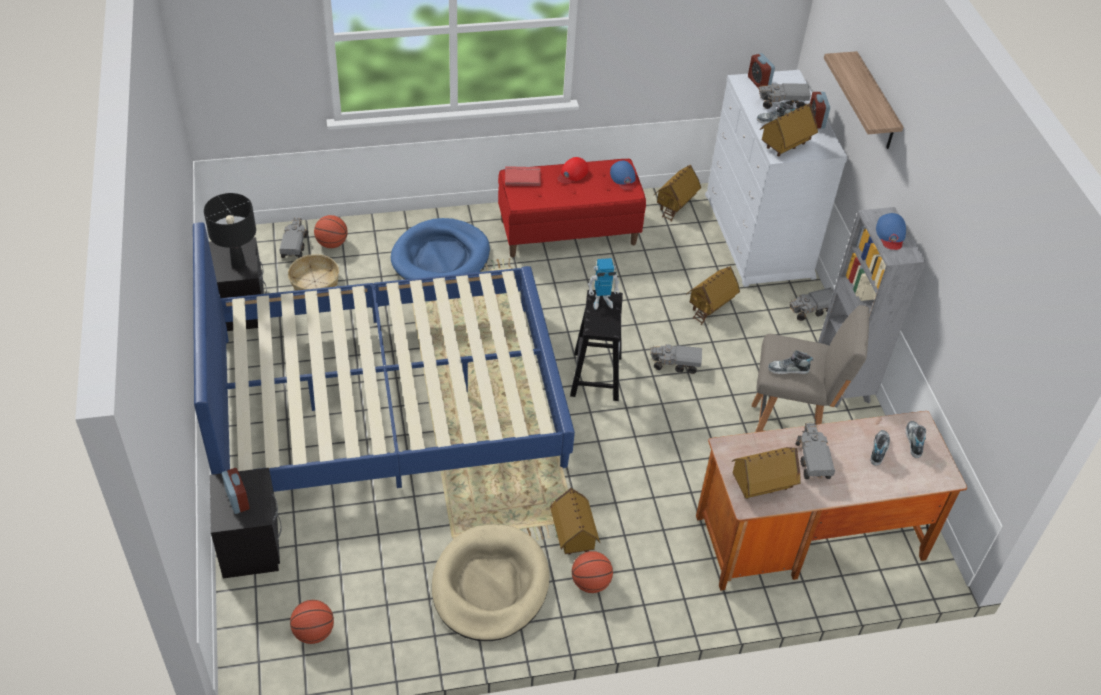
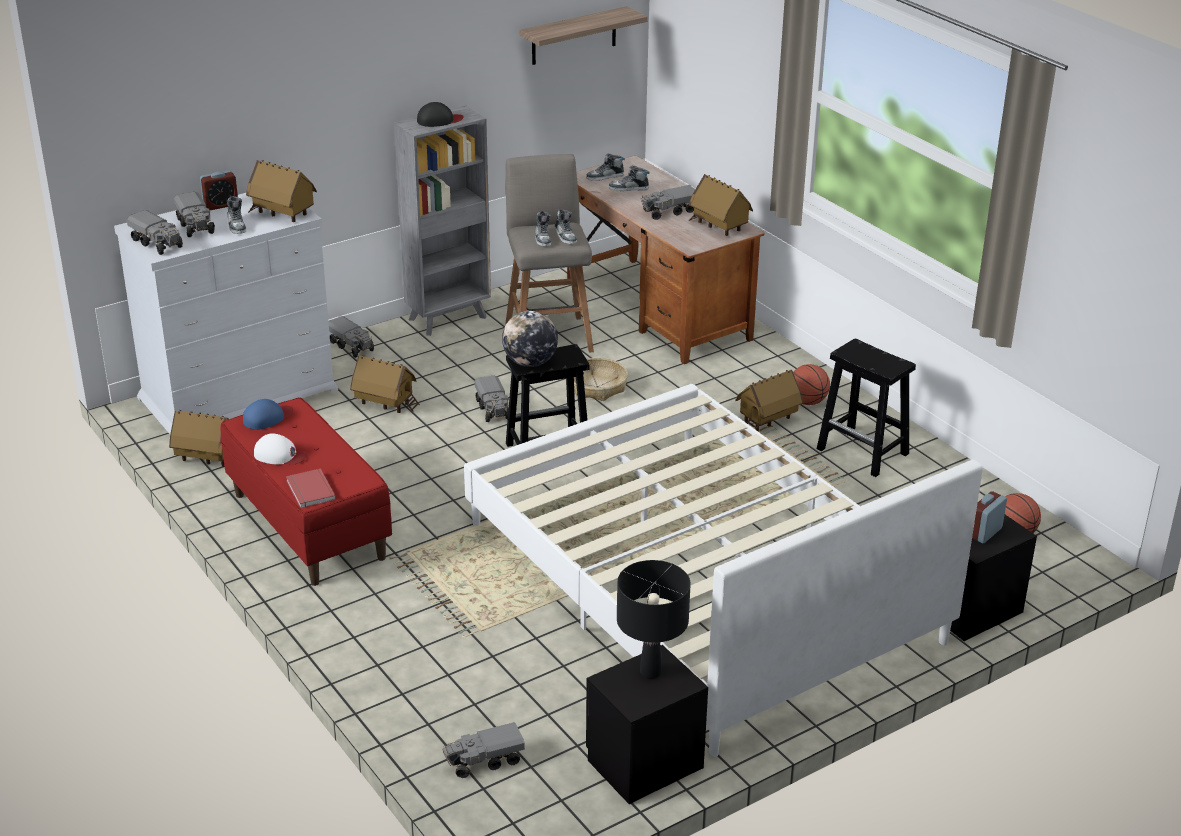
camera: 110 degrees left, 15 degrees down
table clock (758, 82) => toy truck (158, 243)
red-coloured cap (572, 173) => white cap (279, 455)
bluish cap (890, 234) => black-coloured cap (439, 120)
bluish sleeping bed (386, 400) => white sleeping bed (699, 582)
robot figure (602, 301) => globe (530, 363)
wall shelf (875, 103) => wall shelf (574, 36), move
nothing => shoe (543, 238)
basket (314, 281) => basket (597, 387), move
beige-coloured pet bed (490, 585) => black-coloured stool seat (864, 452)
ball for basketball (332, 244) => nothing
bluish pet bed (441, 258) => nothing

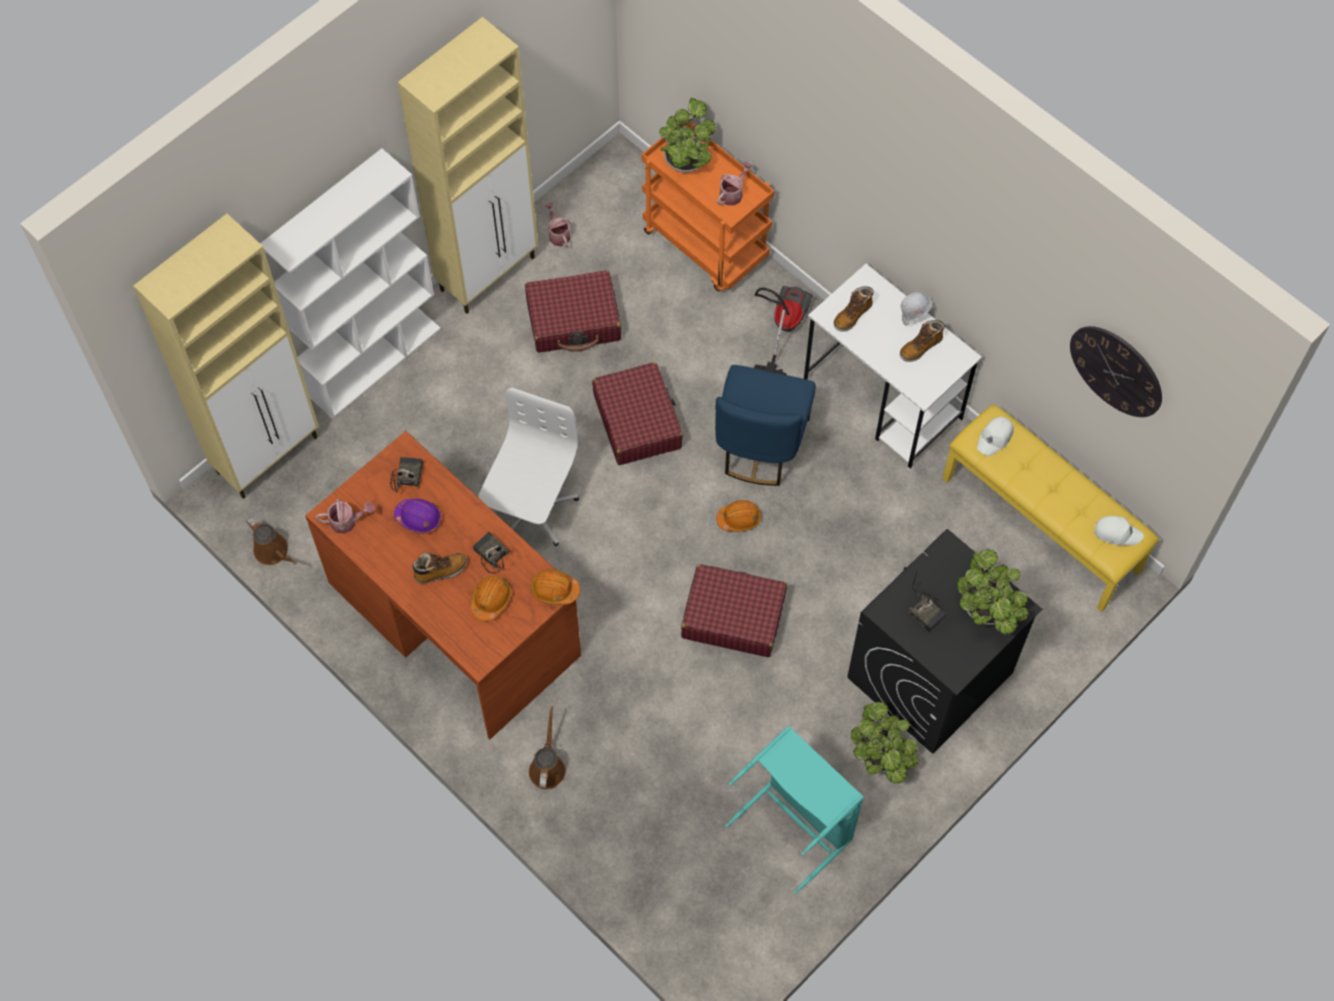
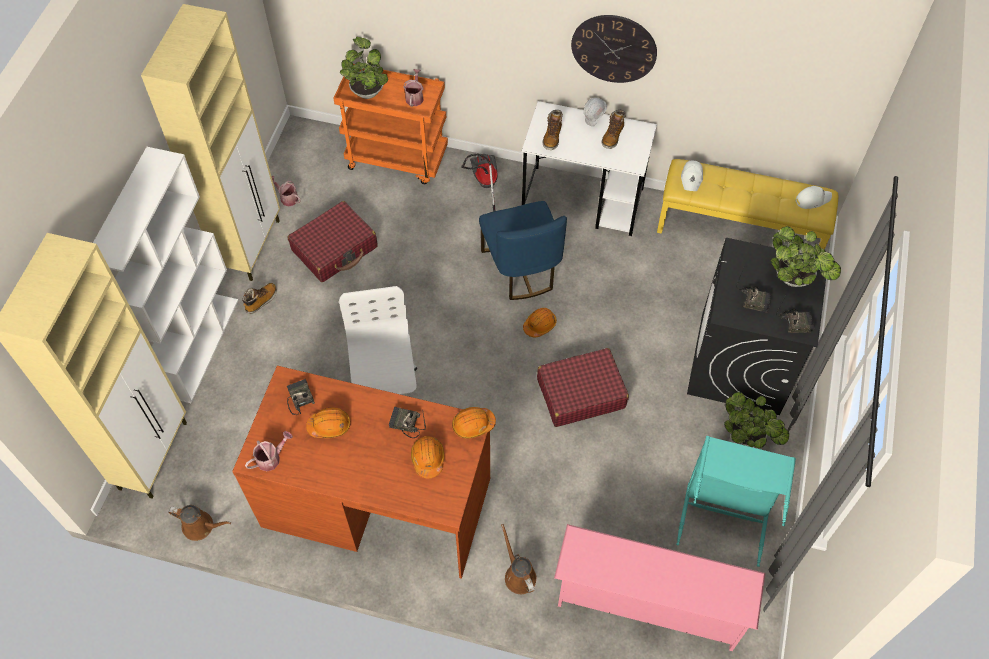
camera: 30 degrees left, 5 degrees down
boot (440, 571) => boot (261, 301), move
purplish safety helmet (419, 518) => orange safety helmet (329, 426)
nothing => pinkish shoe stand (647, 604)
hanging clock (1116, 371) => hanging clock (614, 48), move
nothing => radio (796, 322)
red-coloured suitcase (637, 420) => nothing

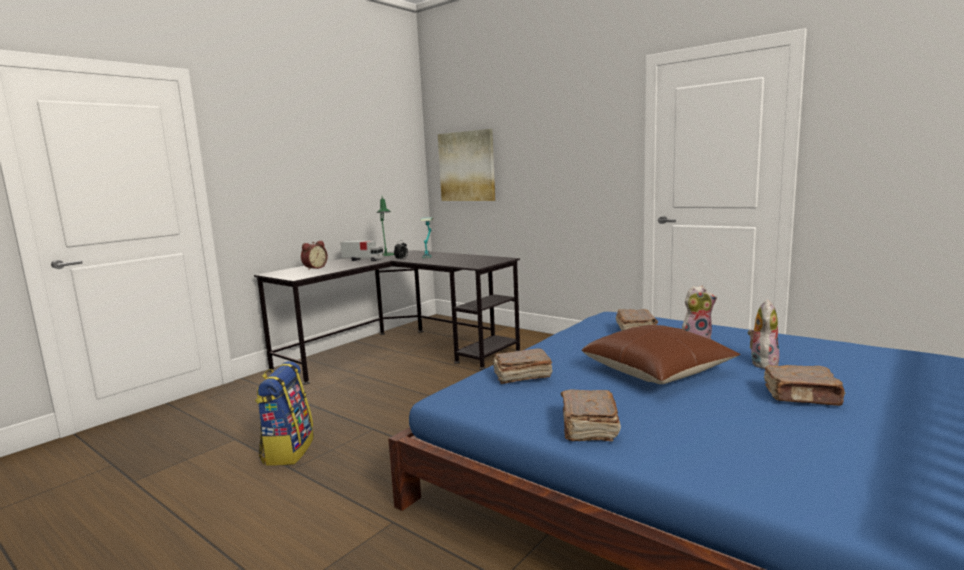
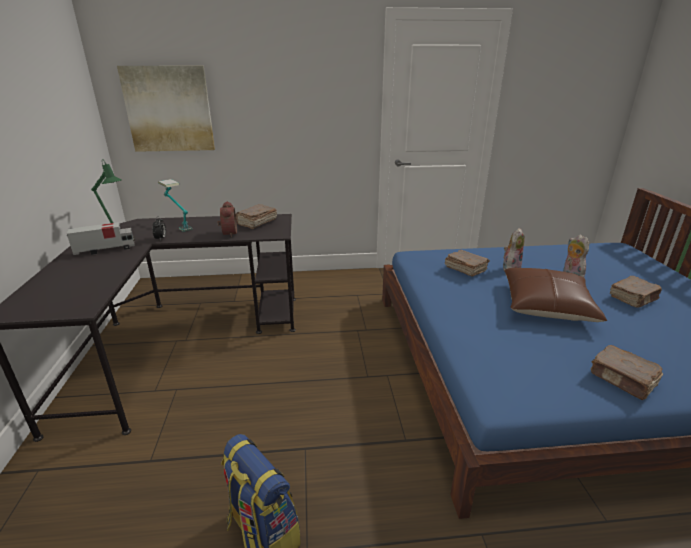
camera: 45 degrees left, 15 degrees up
table clock (314, 268) => table clock (228, 233), move
brownish book (521, 376) => brownish book (256, 222), move

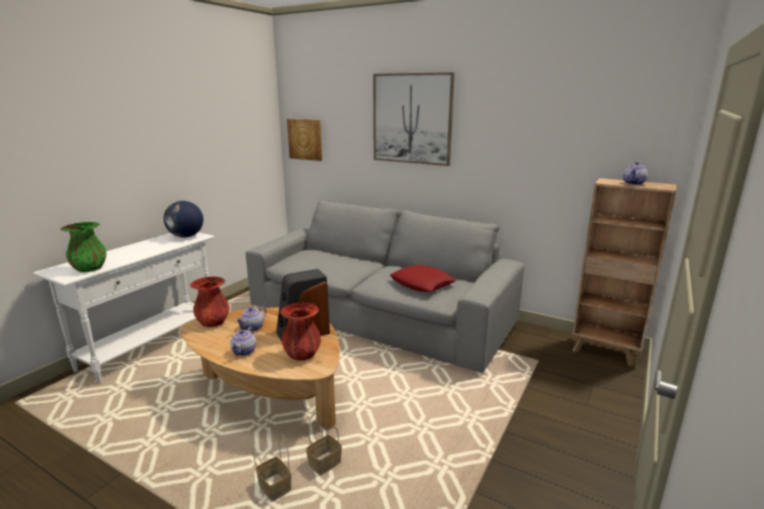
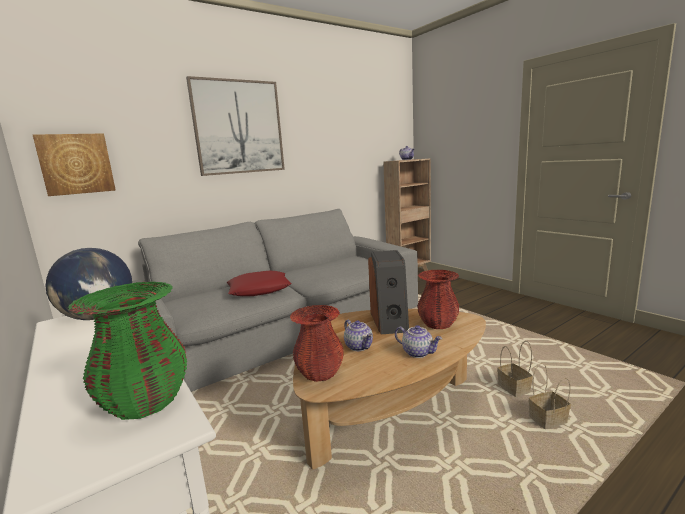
camera: 65 degrees left, 5 degrees down
red-coloured pillow (422, 284) => red-coloured pillow (259, 289), move

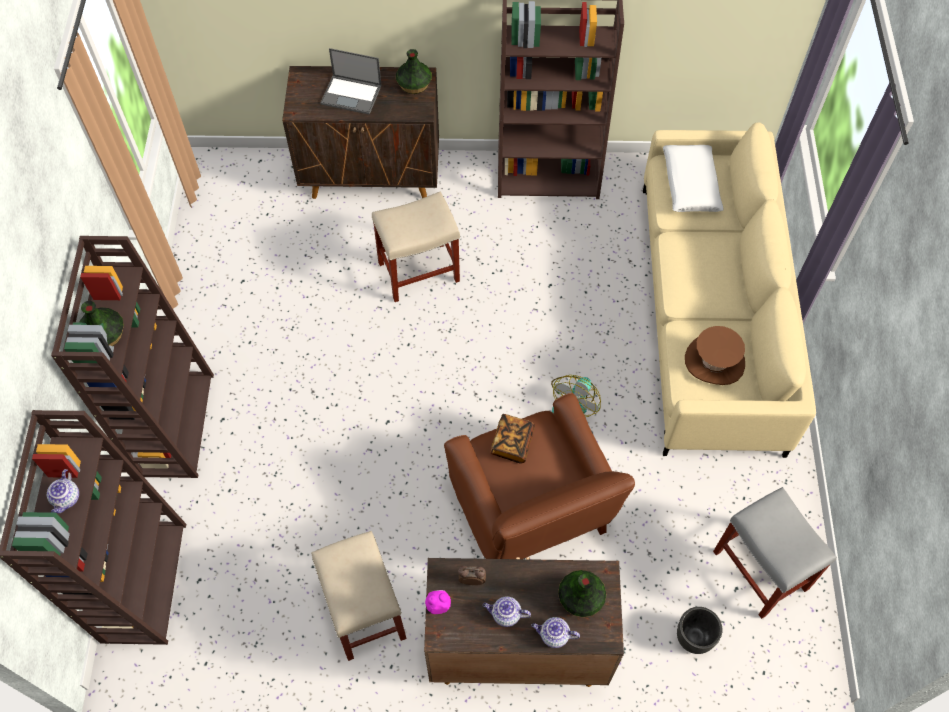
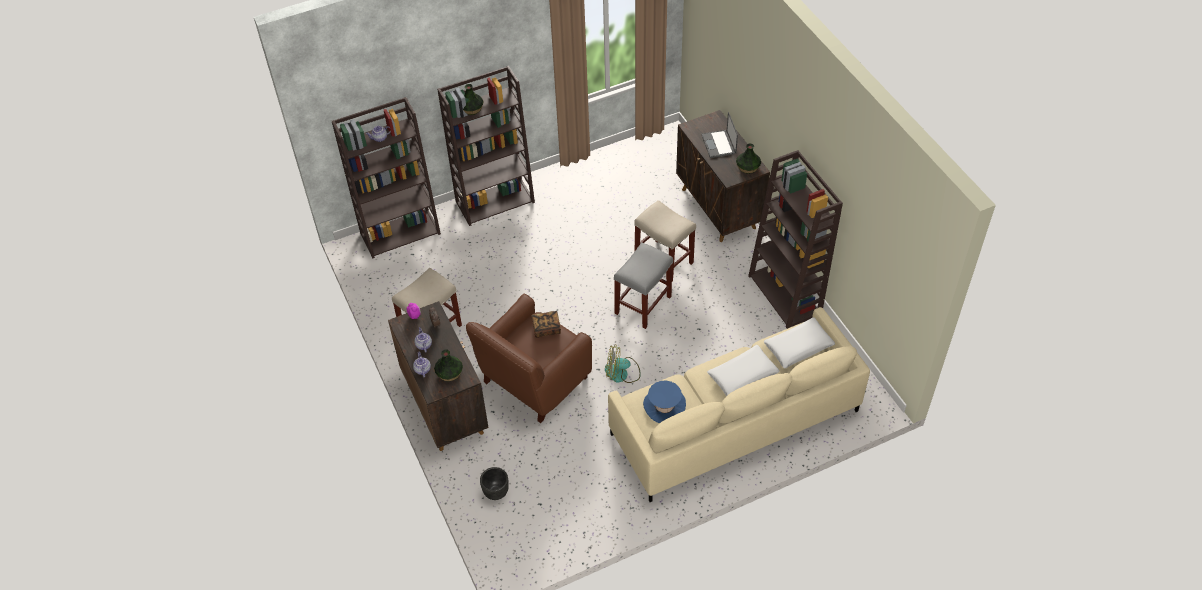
camera: 65 degrees right, 10 degrees down
grey stool seat (759, 569) => grey stool seat (643, 304), move
brownish hat (714, 361) => bluish hat (664, 406)
nothing => white pillow (742, 376)

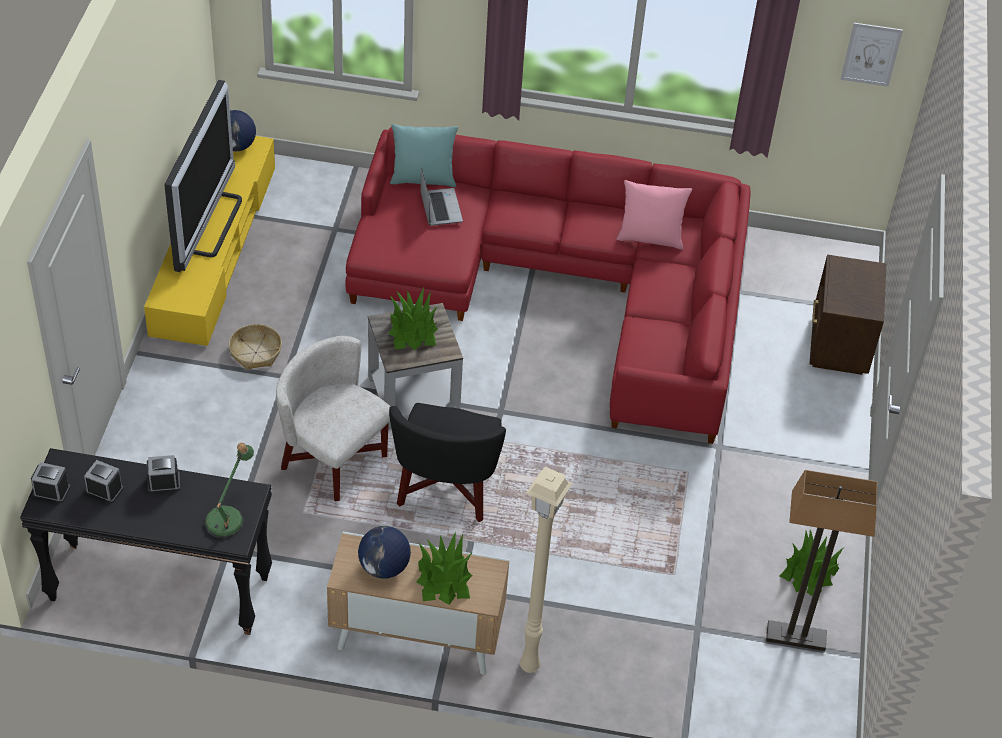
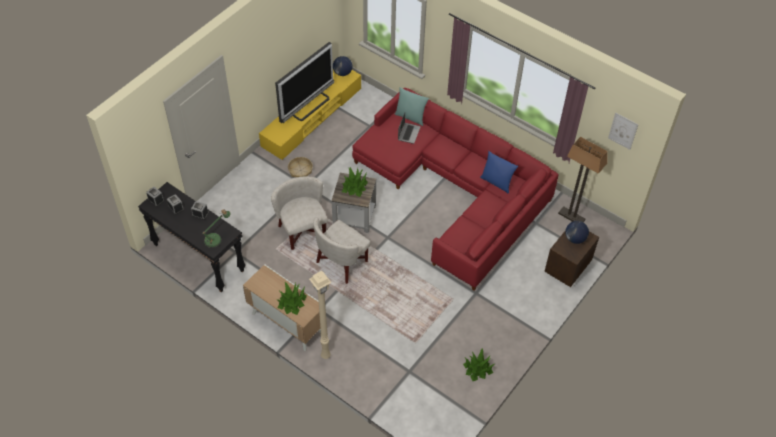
camera: 30 degrees right, 5 degrees up
black-coloured armchair (446, 487) => white armchair (342, 262)
pinkish pillow (650, 238) => bluish pillow (496, 182)
floor lamp (796, 636) => floor lamp (571, 216), move
globe (384, 567) => globe (575, 239), move

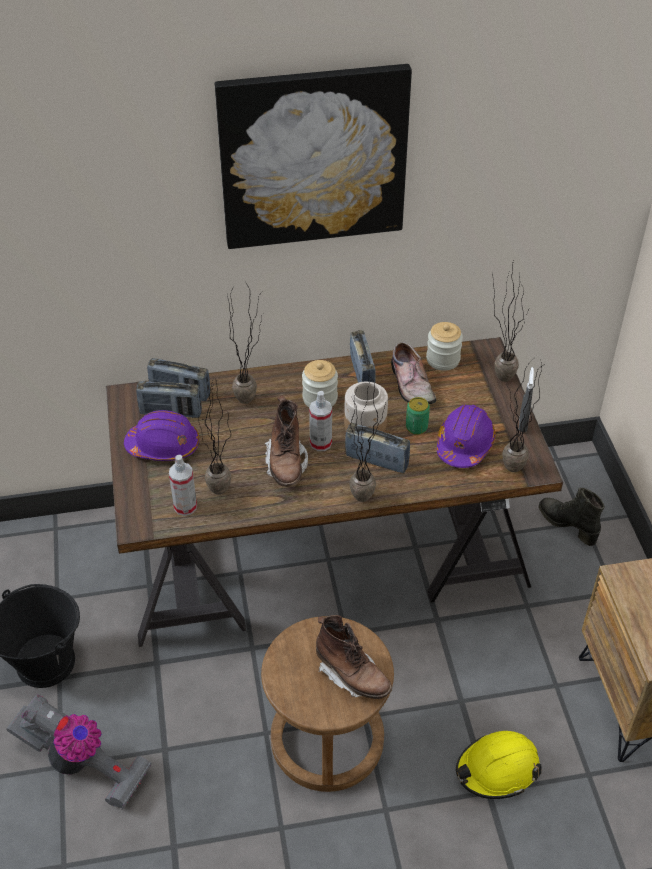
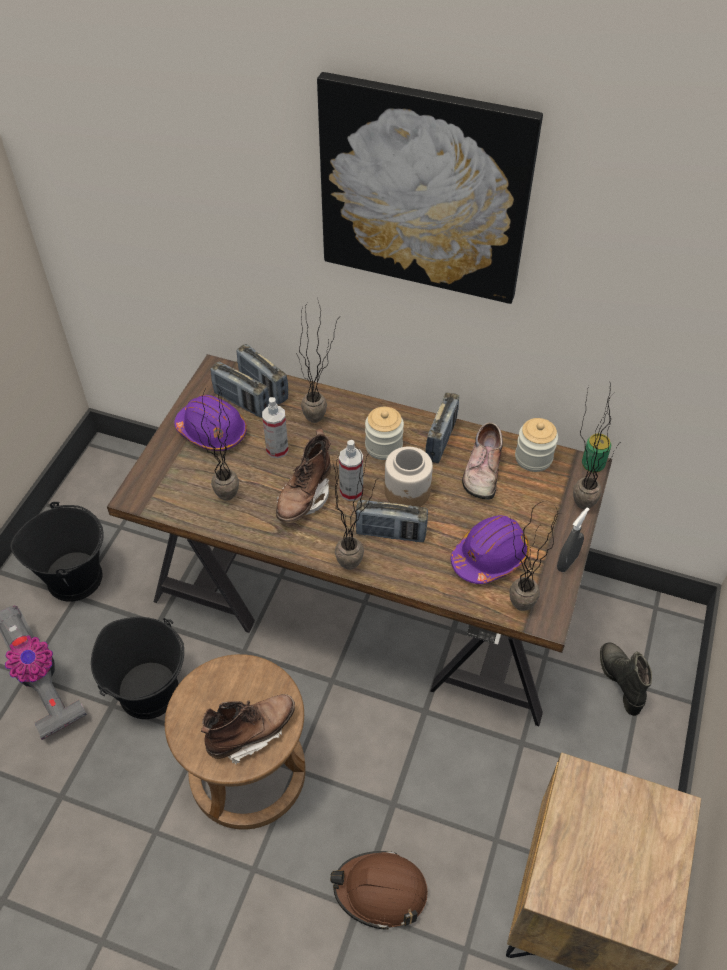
camera: 30 degrees right, 5 degrees up
nothing => black-coloured water bucket (150, 691)
brownish boot (352, 675) => brownish boot (251, 733), 105 degrees counterclockwise
sprayer (185, 507) => sprayer (277, 449), move
yellow-coloured safety helmet (497, 769) => brownish safety helmet (380, 891)
radio (376, 461) => radio (390, 533), 135 degrees clockwise
metal can (416, 427) => metal can (593, 464), move

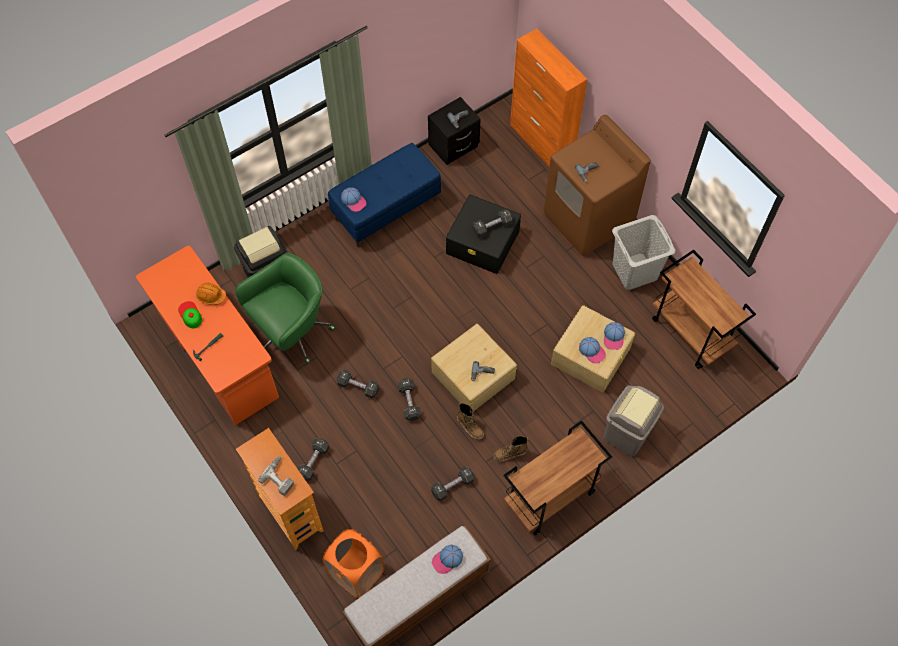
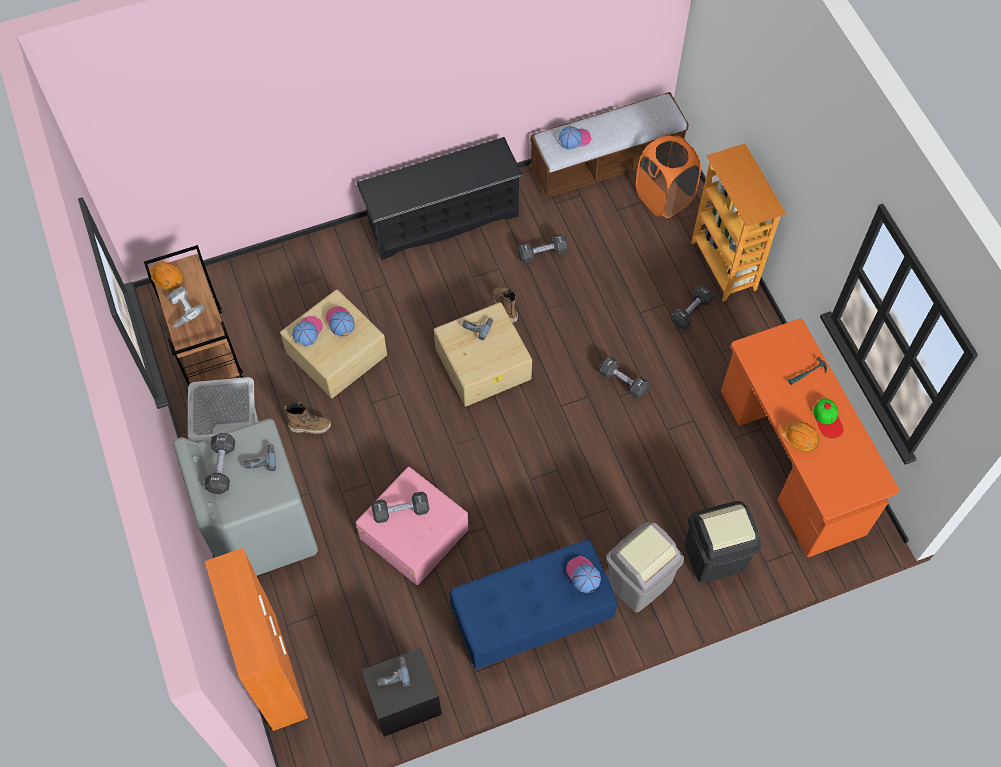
camera: 165 degrees left, 0 degrees up
nothing => orange safety helmet (167, 278)
power drill (280, 477) => power drill (181, 310), move
brownish washing machine (588, 220) => grey washing machine (261, 530)
black-coloured hand weight (409, 402) => black-coloured hand weight (222, 468), move
boot (510, 454) => boot (310, 426), move
brownish cart (550, 497) => black-coloured shoe stand (442, 219)
black-coloured storage container (483, 242) => pinkish storage container (413, 532)
grey waste bin (628, 433) => grey waste bin (638, 580), move
greenish computer chair (292, 332) => nothing

